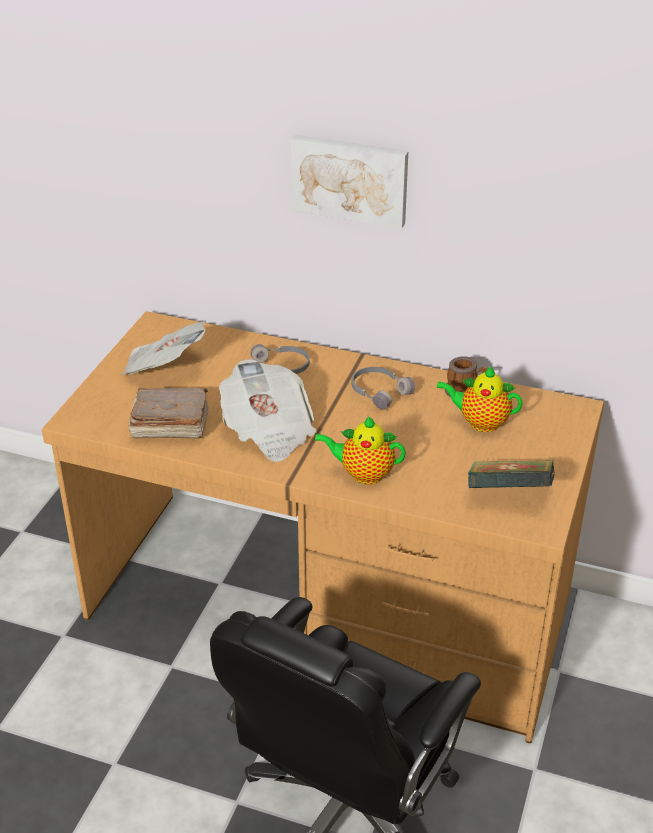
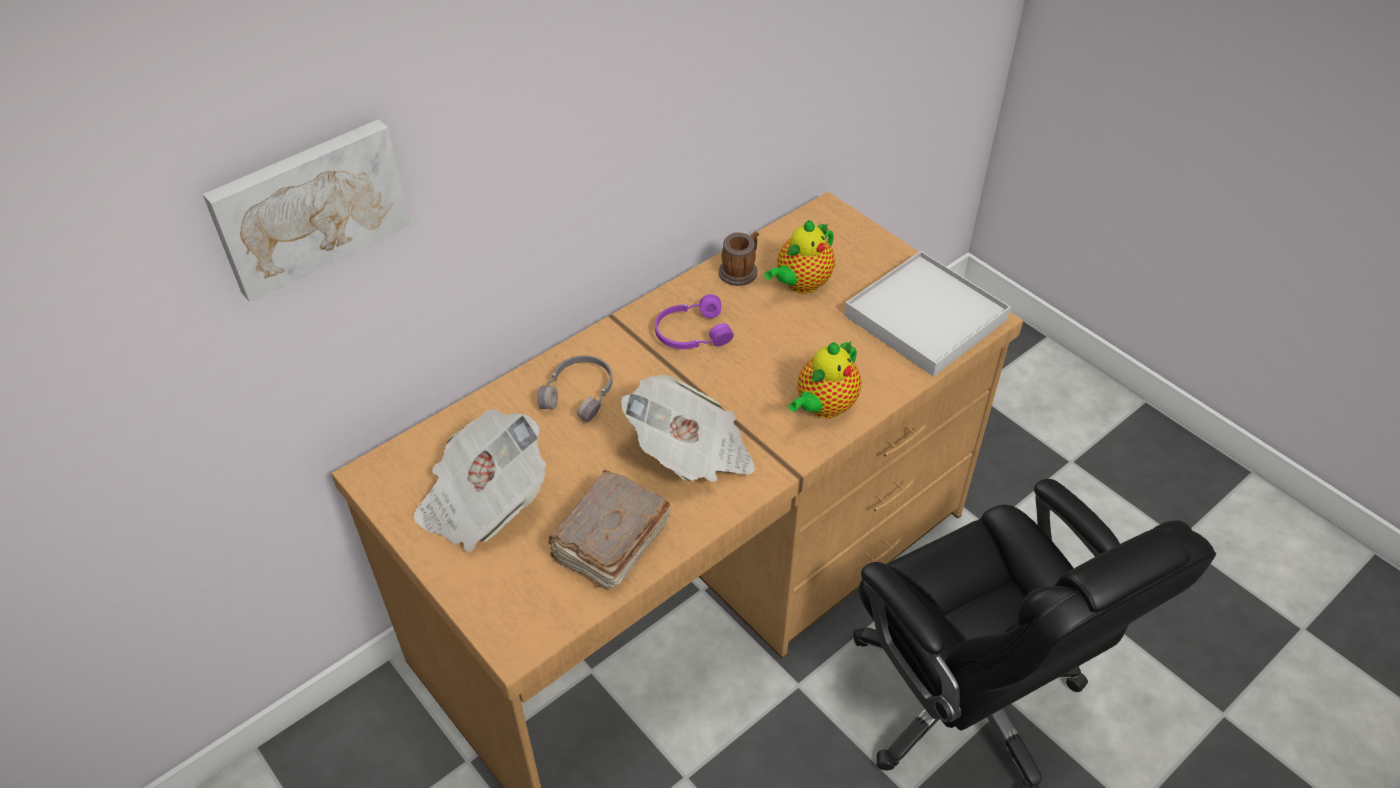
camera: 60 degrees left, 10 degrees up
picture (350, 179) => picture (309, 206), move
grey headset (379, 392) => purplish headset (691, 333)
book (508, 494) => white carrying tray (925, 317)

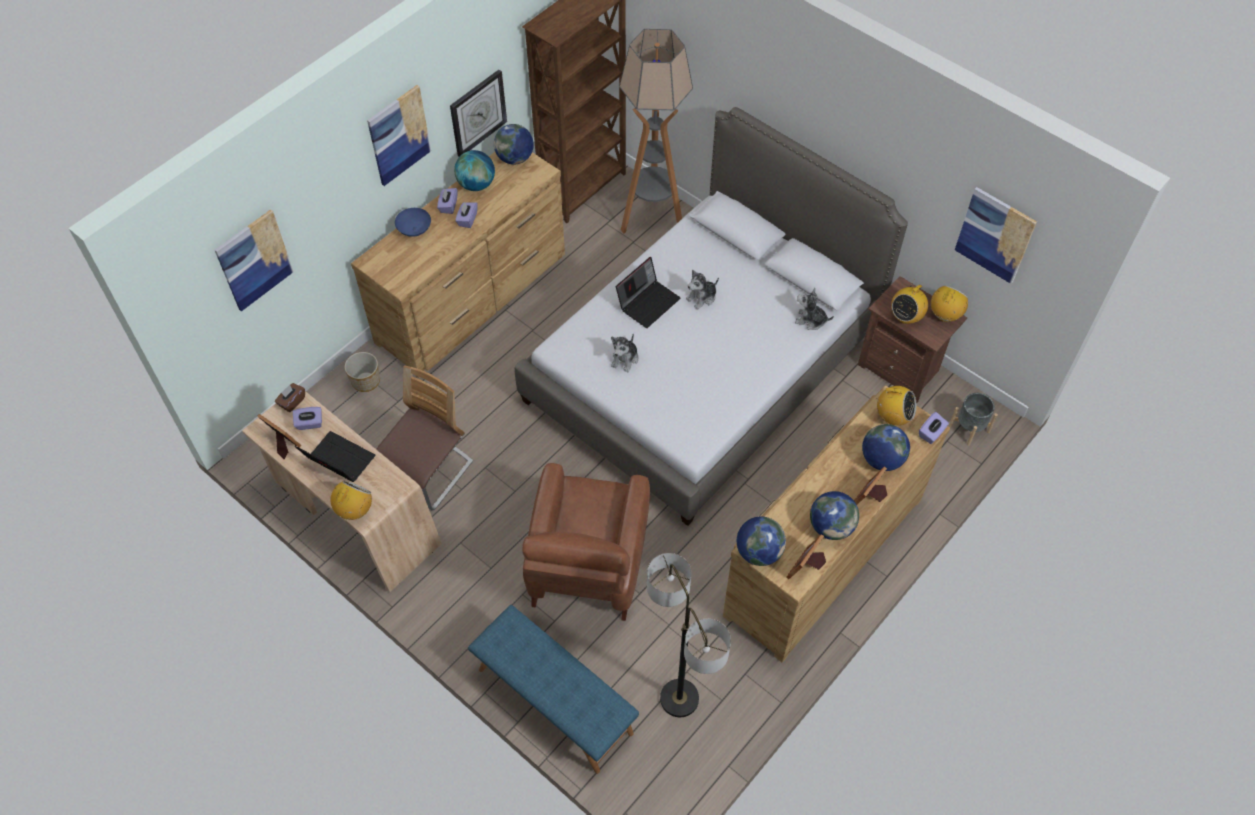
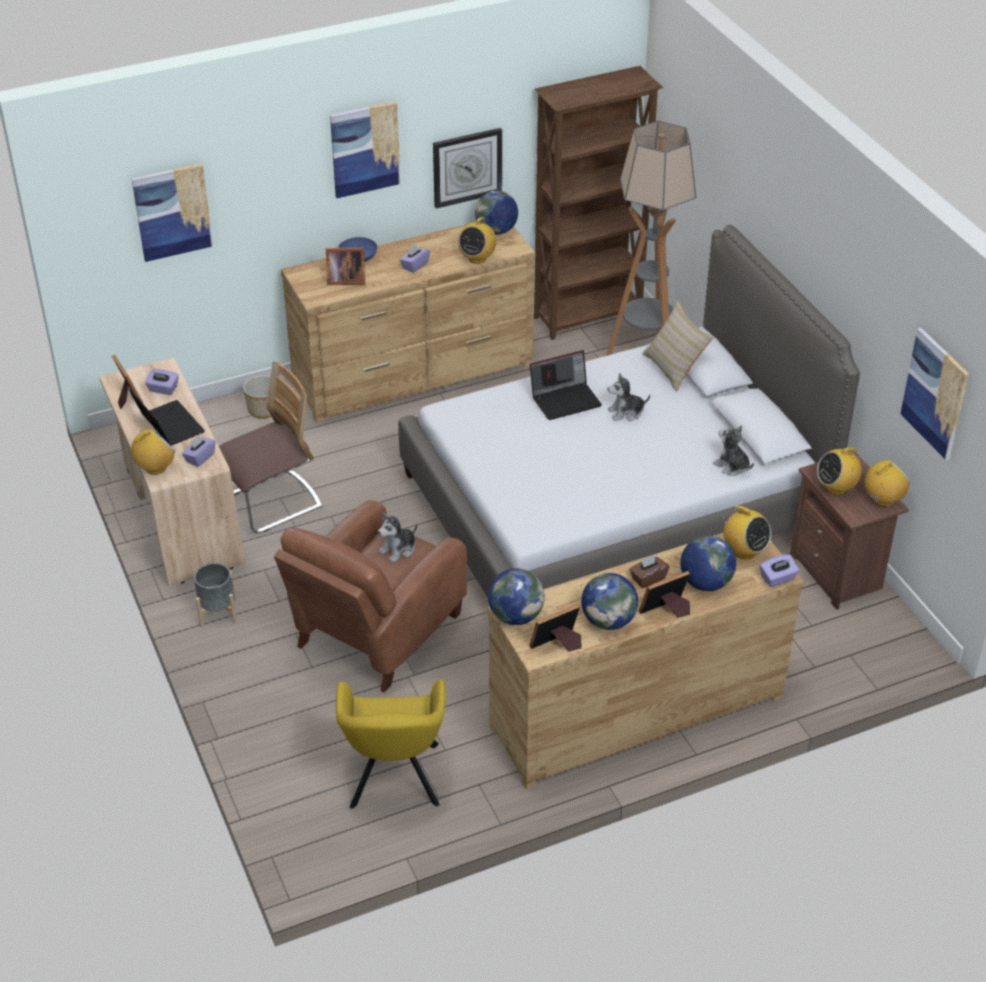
camera: 25 degrees right, 15 degrees down
purplish tissue holder (448, 206) => purplish tissue holder (200, 458), move
grey flower pot (969, 428) => grey flower pot (218, 612), move
nothing => standing frame (345, 280)
floor lamp (679, 699) => yellow-coloured armchair (394, 780)
cuddly toy (625, 359) => cuddly toy (398, 549), move
nothing => radio (477, 258)
brownish tissue holder (292, 402) => brownish tissue holder (648, 578), move
nothing => beige-coloured pillow (674, 368)
globe (476, 184) => nothing
bluish long seat (554, 701) => nothing

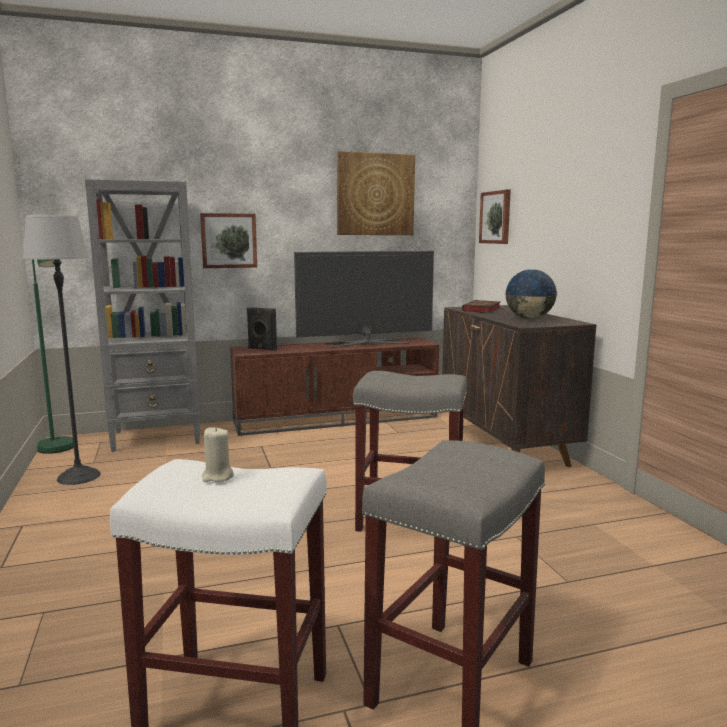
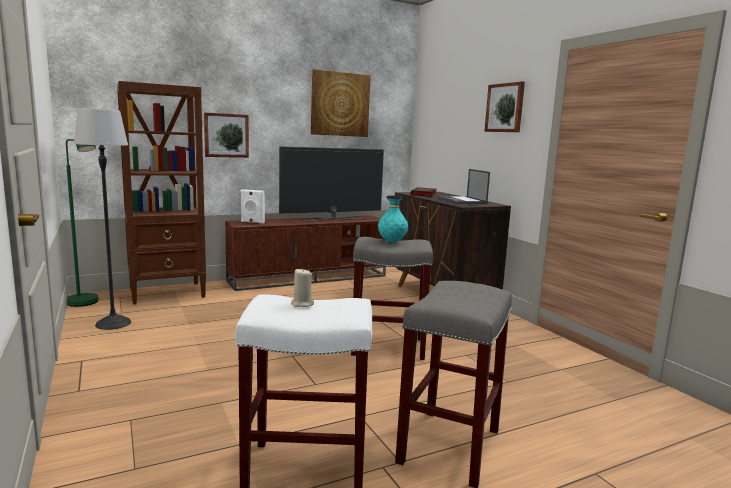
camera: 10 degrees left, 0 degrees up
grey bookshelf (158, 437) => brownish bookshelf (168, 293)
black-coloured loudspeaker (262, 349) => white loudspeaker (252, 222)
nothing => blue-green decorative vase (392, 242)
globe (529, 318) => laptop (463, 201)
picture (496, 217) => picture (505, 108), move

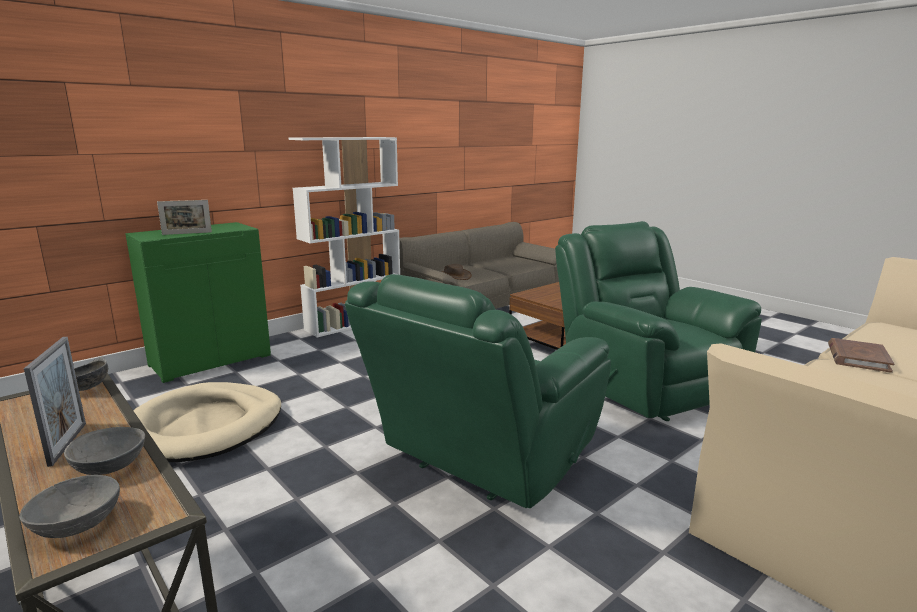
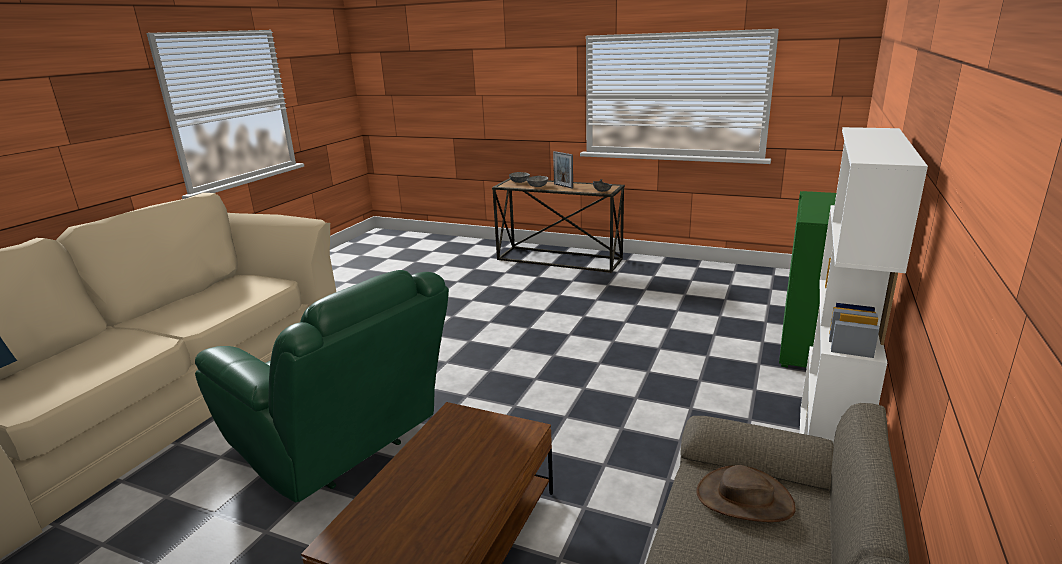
camera: 155 degrees right, 5 degrees up
beige-coloured pet bed (204, 427) => nothing
standing frame (187, 233) => nothing
greenish armchair (481, 463) => nothing
brownish book (857, 358) => nothing

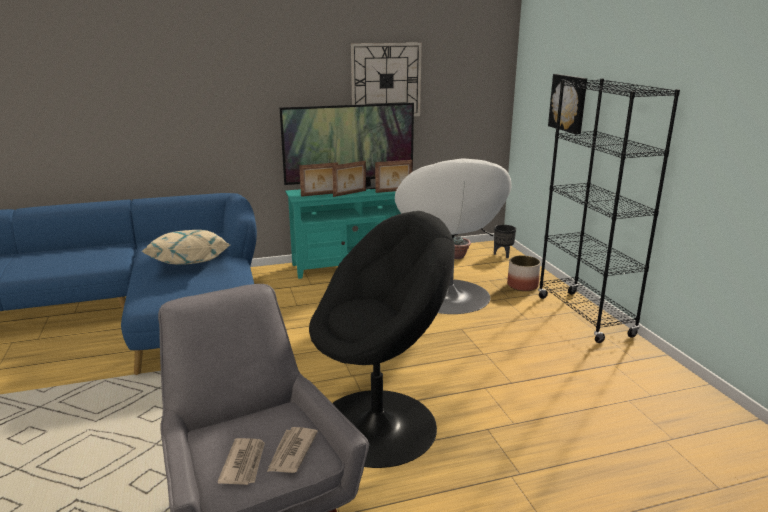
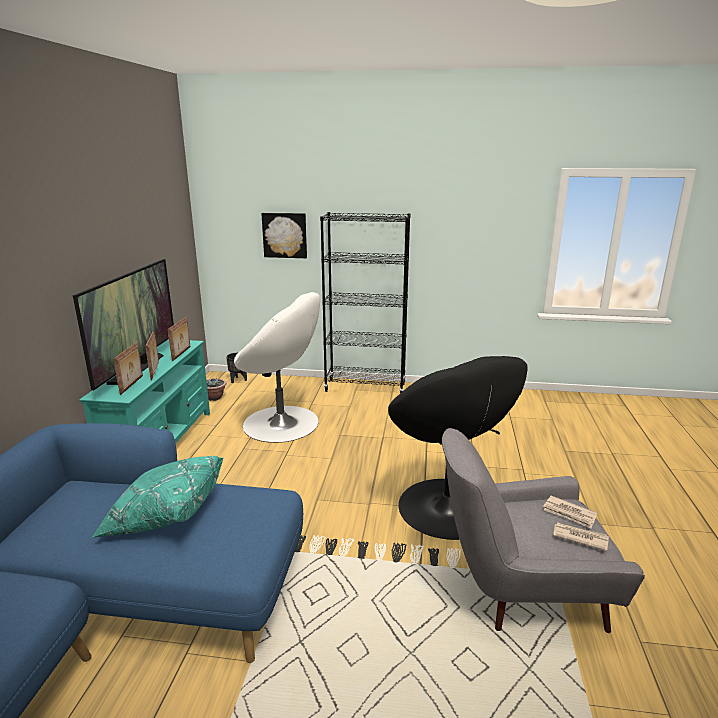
camera: 65 degrees left, 0 degrees up
beige-coloured pillow (191, 263) => blue-green pillow (164, 515)
black-coloured armchair (379, 425) => black-coloured armchair (448, 508), 150 degrees clockwise
hanging clock (386, 80) => nothing
flower pot (522, 286) => nothing

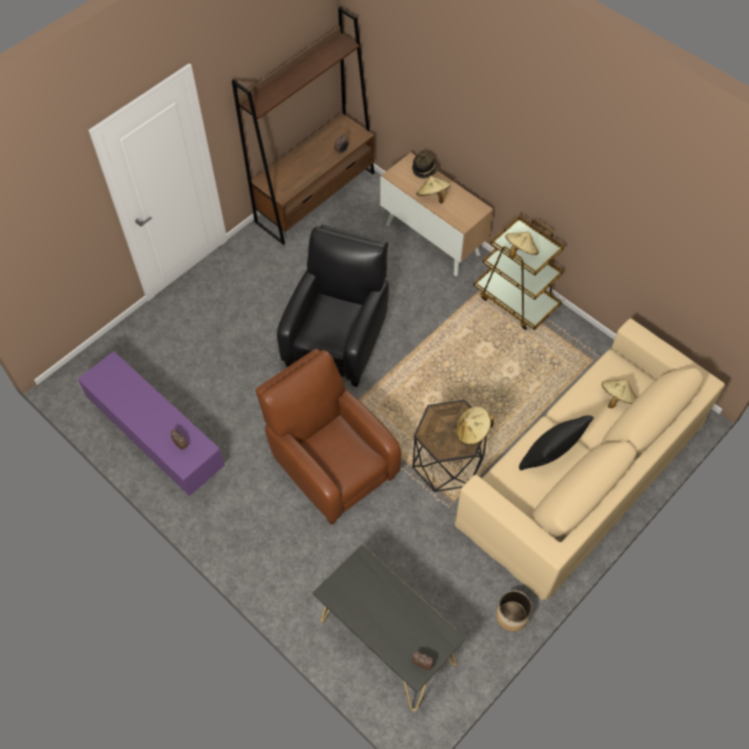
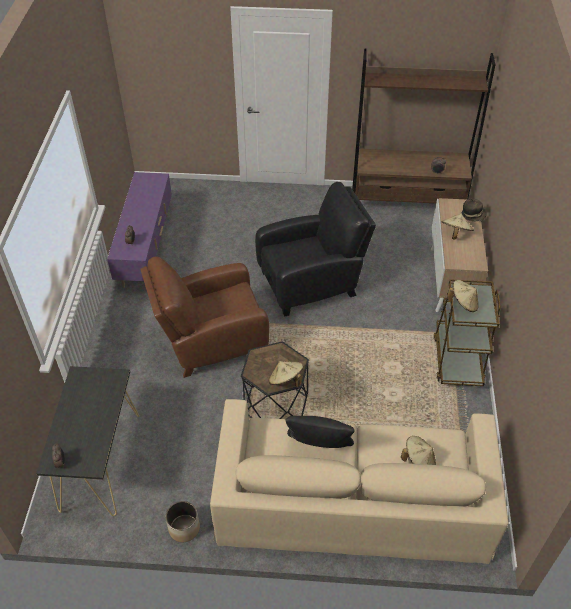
camera: 50 degrees right, 10 degrees down
brownish armchair (331, 464) => brownish armchair (211, 341), 120 degrees counterclockwise

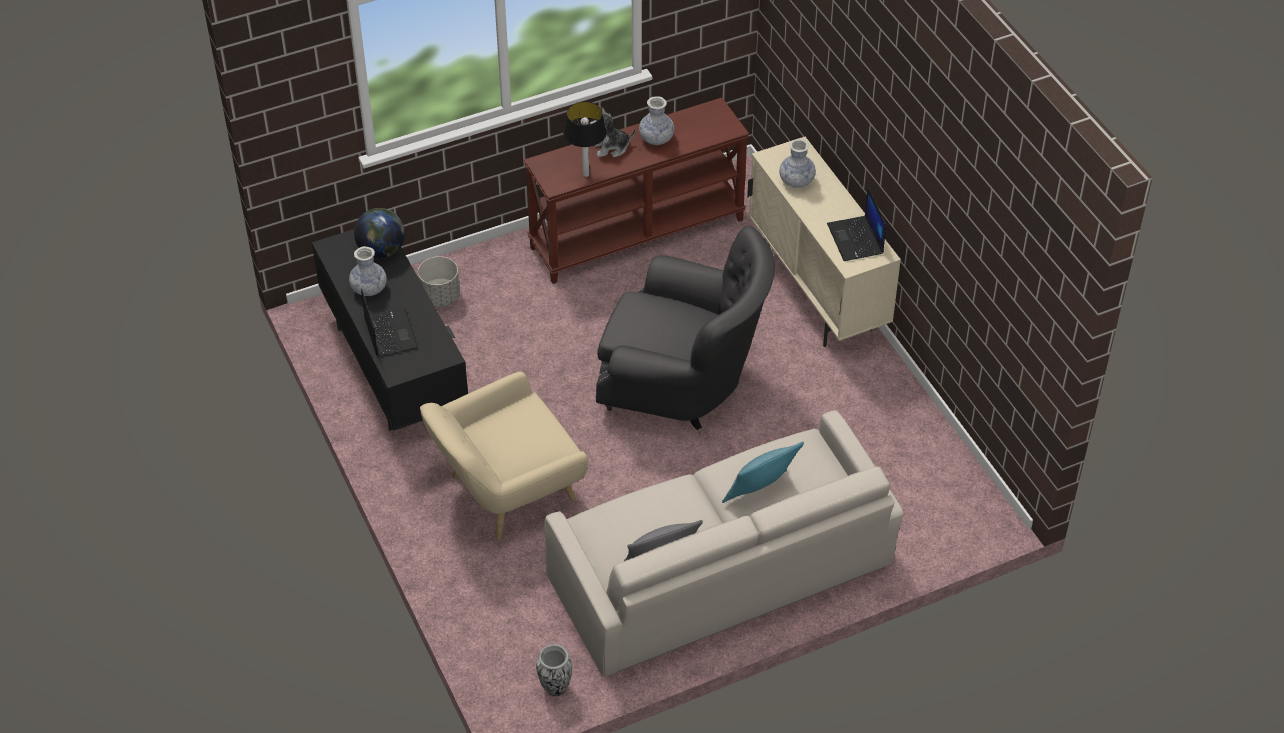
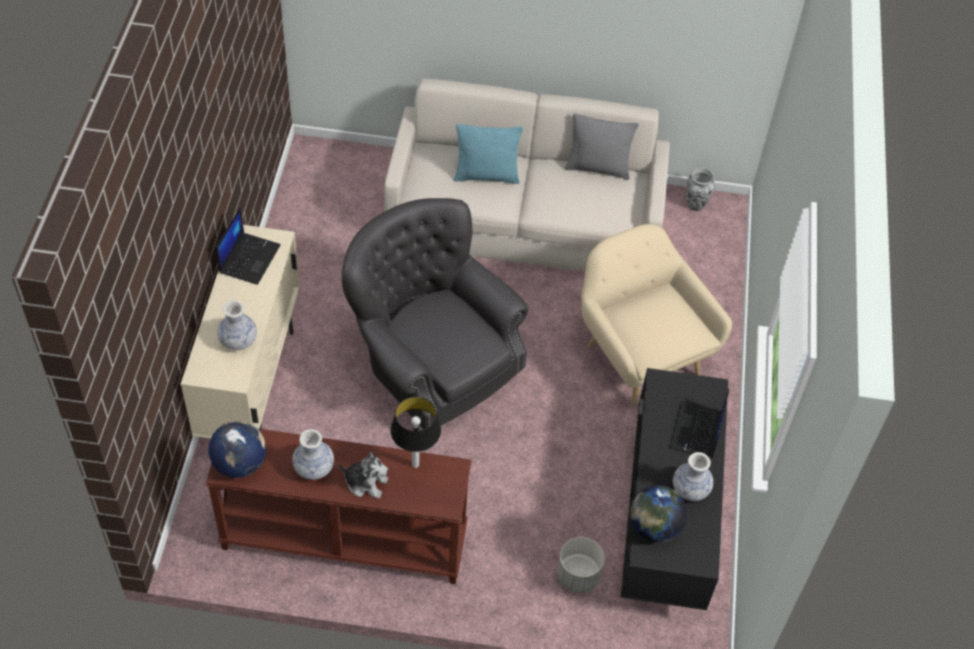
camera: 150 degrees left, 5 degrees up
nothing => globe (240, 463)
beige-coloured armchair (506, 493) => beige-coloured armchair (641, 354), 120 degrees counterclockwise

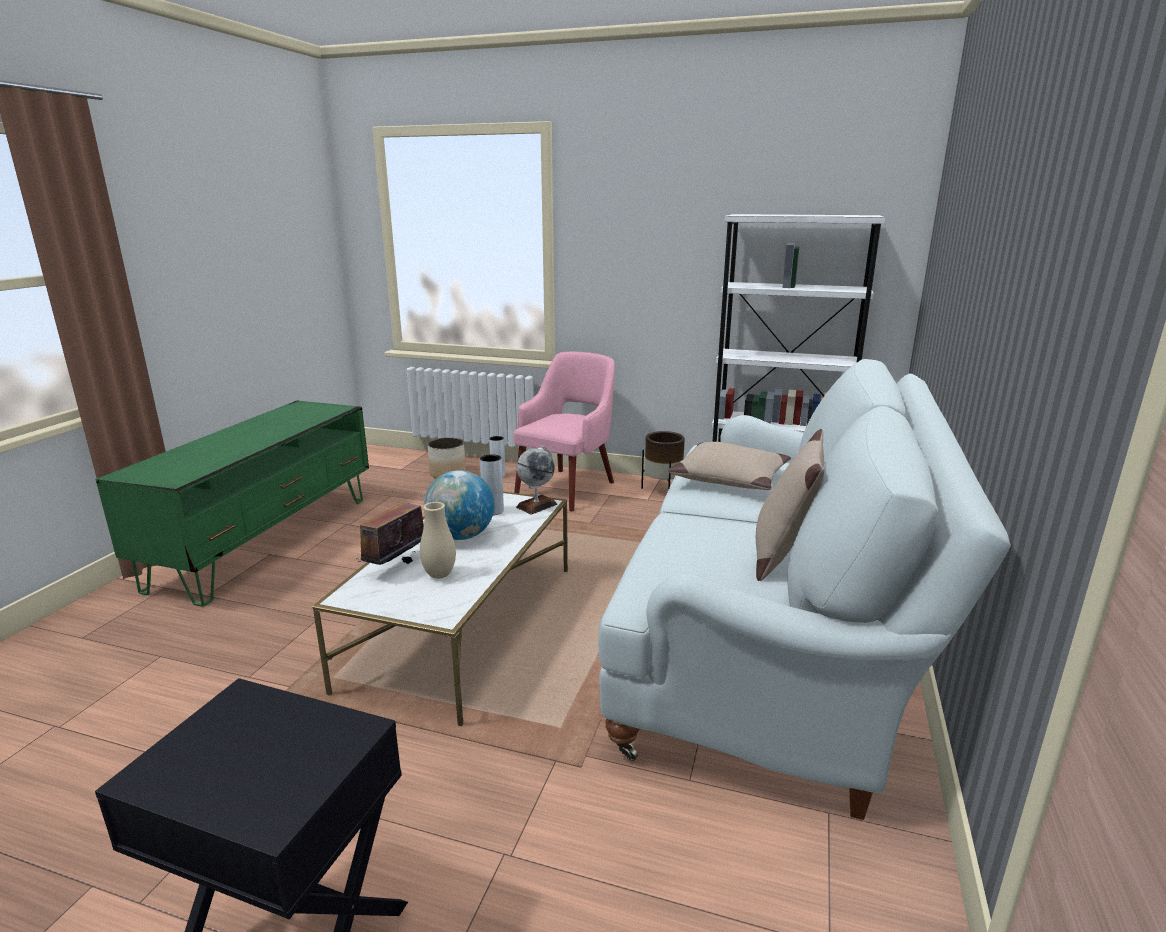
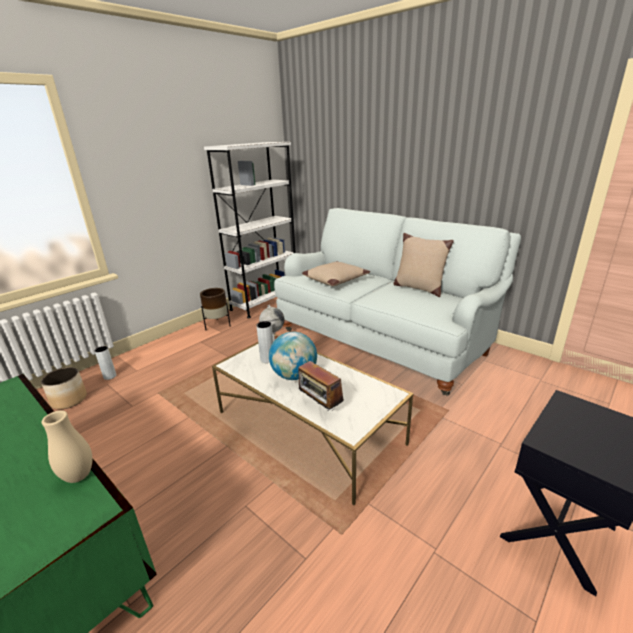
camera: 65 degrees left, 5 degrees up
beige-coloured decorative vase (439, 575) => beige-coloured decorative vase (79, 476), move
pinkish armchair (567, 488) => nothing

